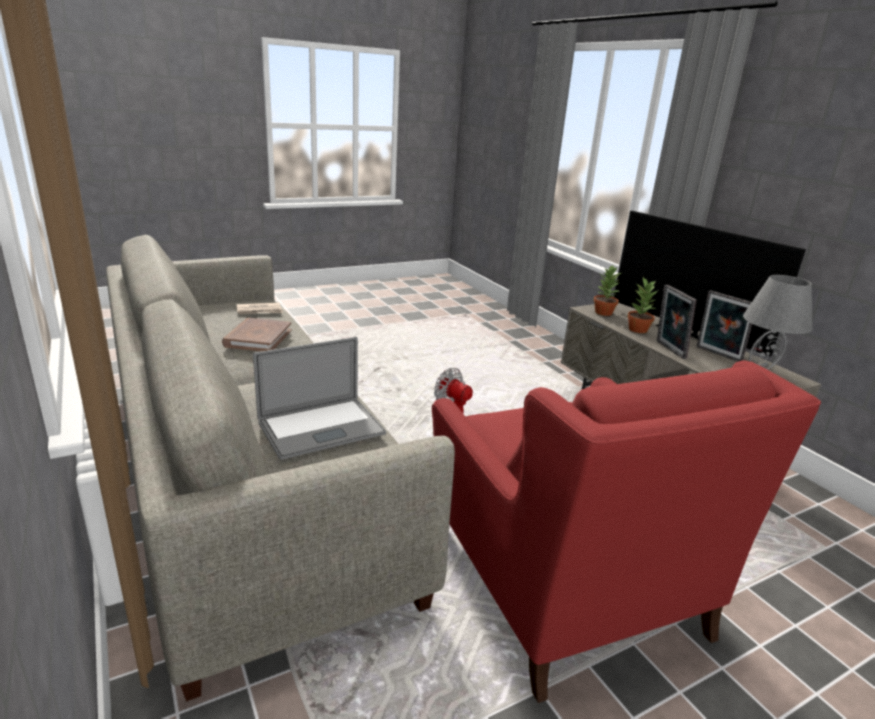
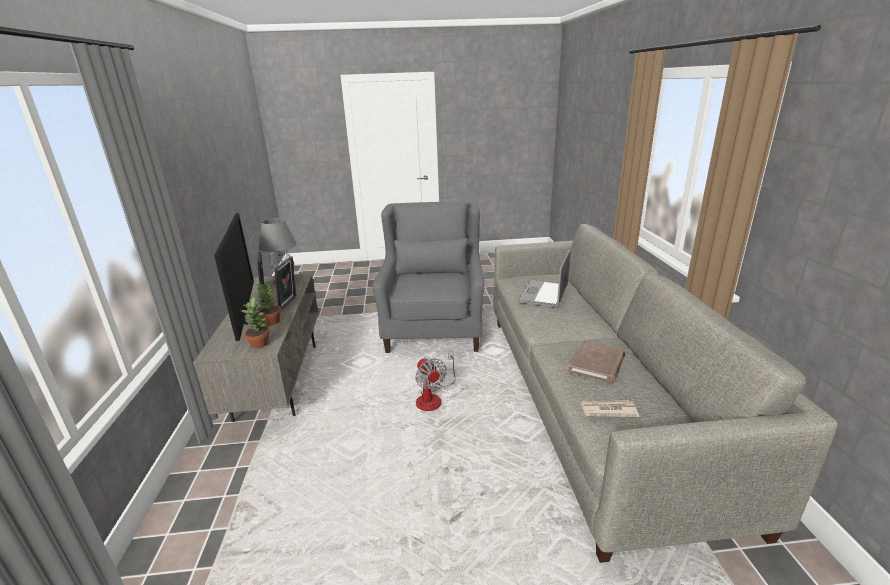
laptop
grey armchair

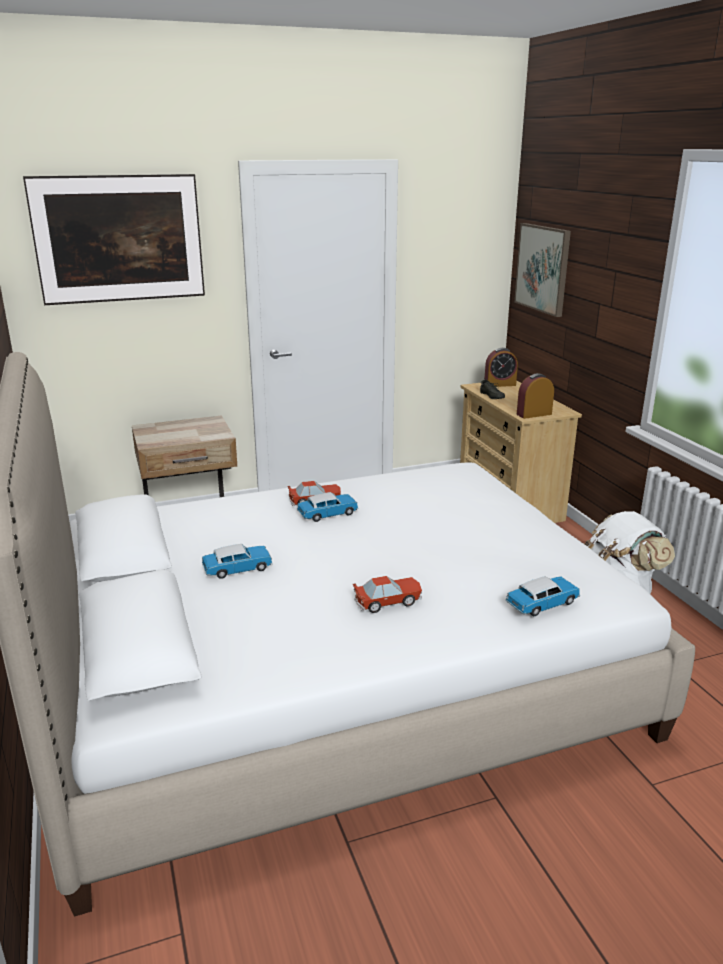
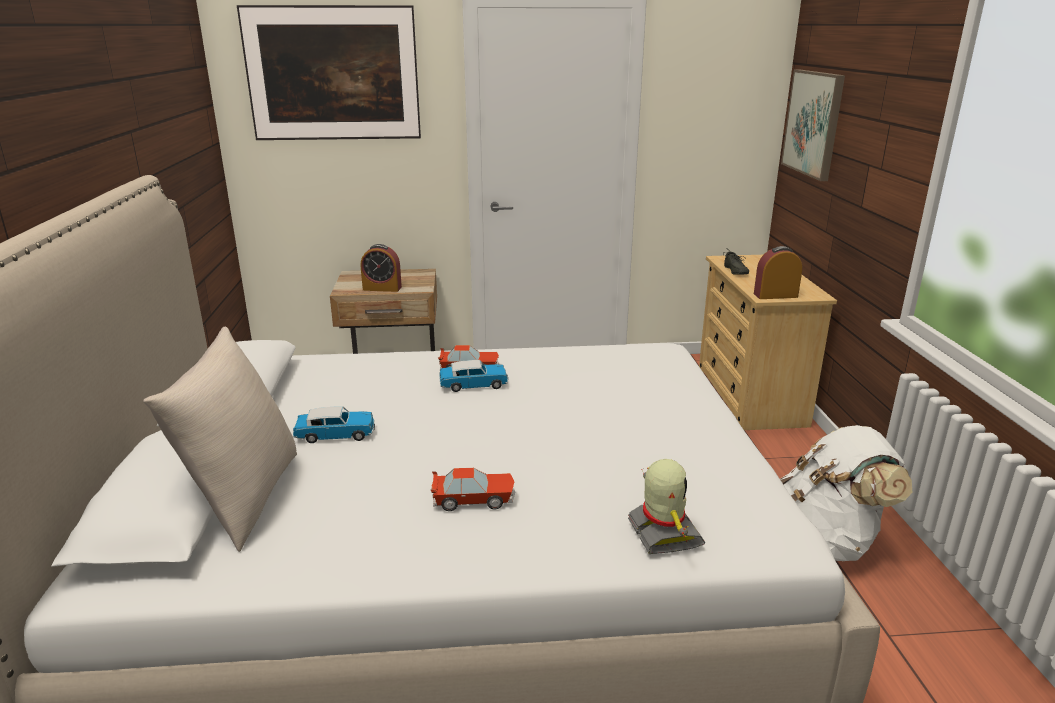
alarm clock (1st from left)
toy robot
beige pillow

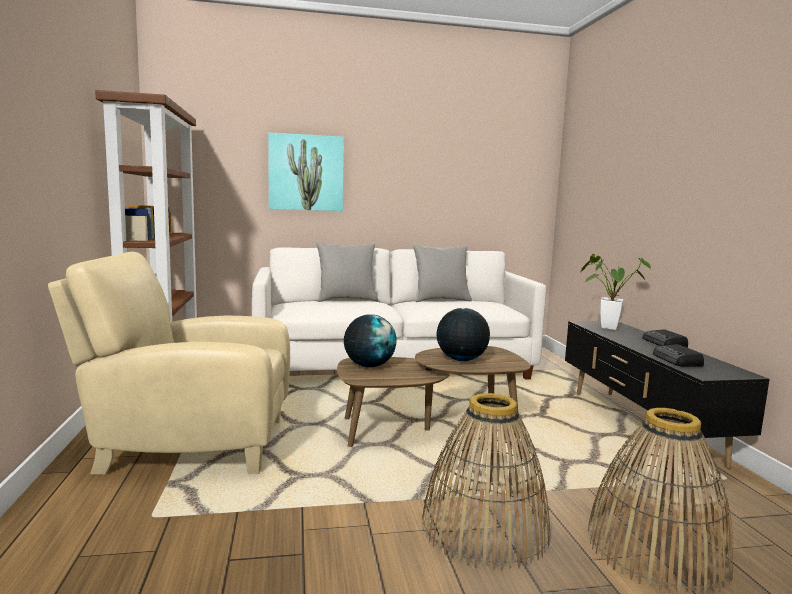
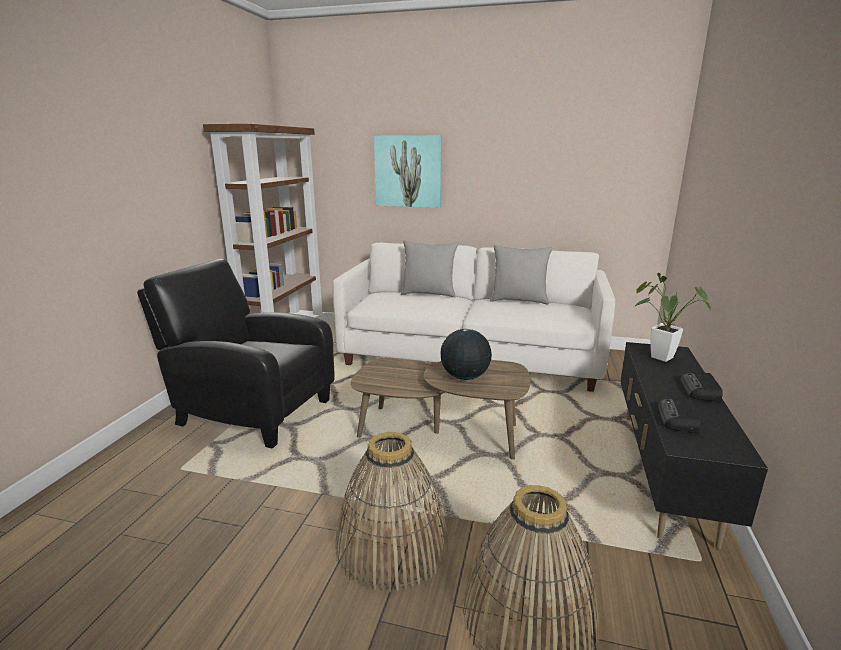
black armchair
globe (1st from left in the first image)

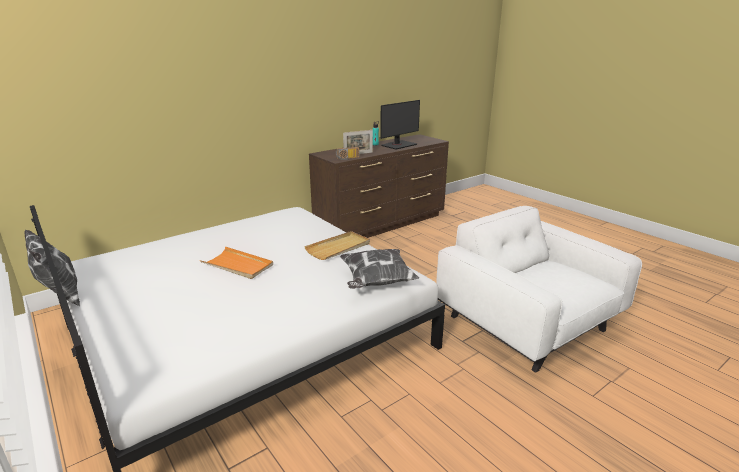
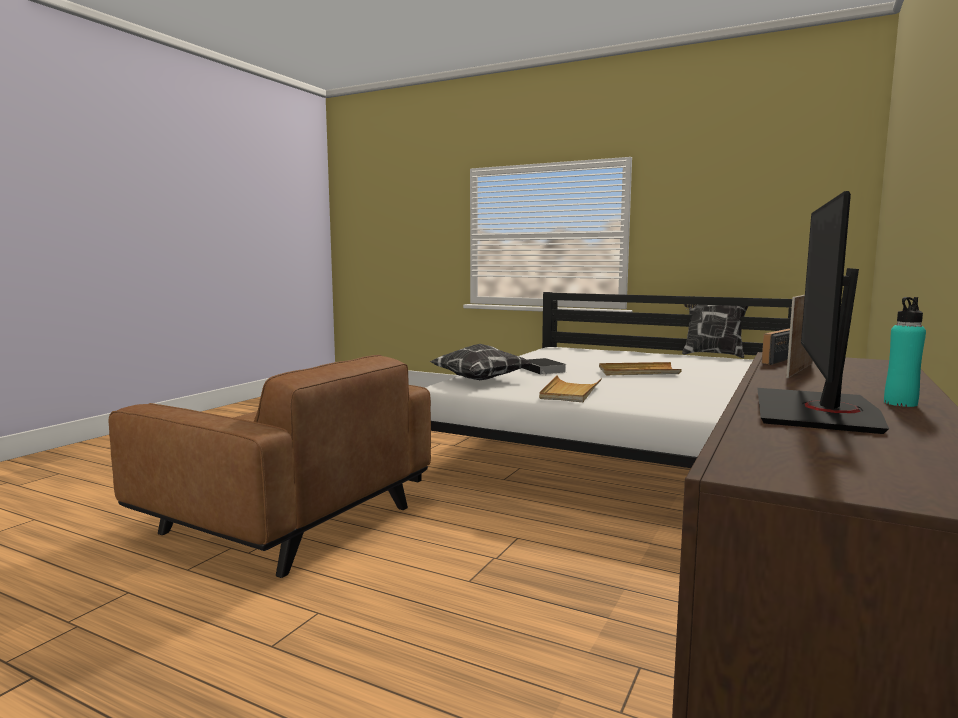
brown armchair
beige tray (2nd from left)
book

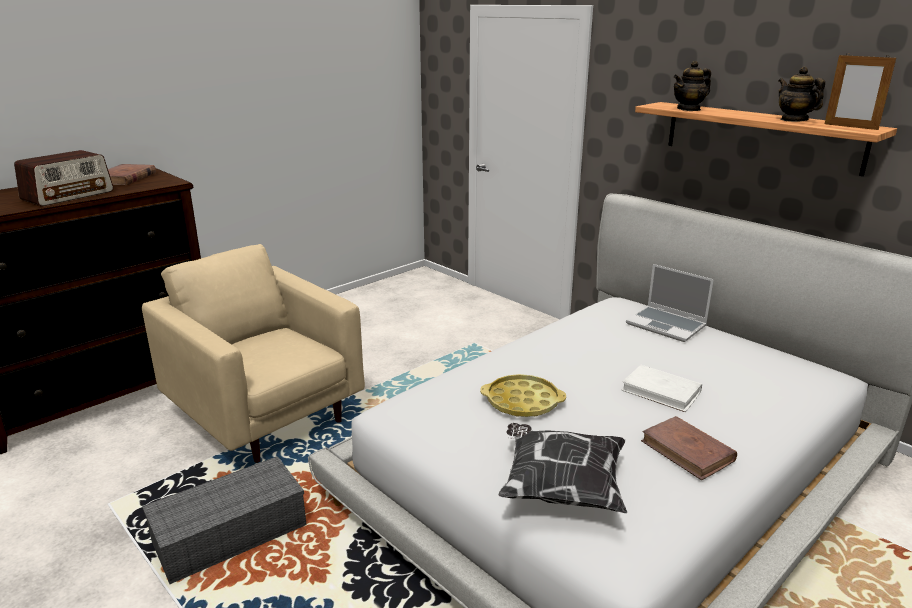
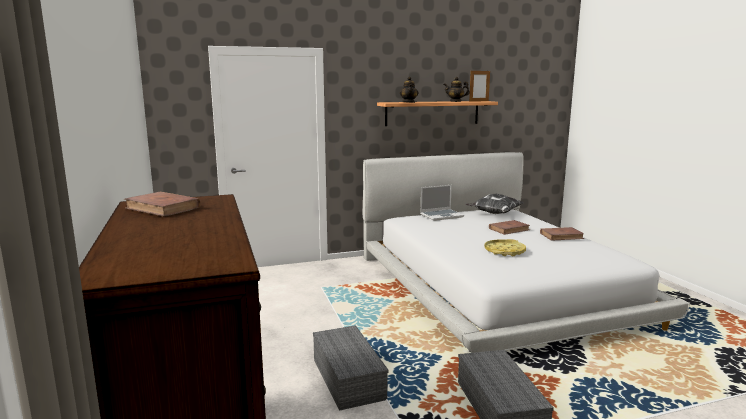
radio
grey storage box (1st from left)
brown book (2nd from left)
pillow

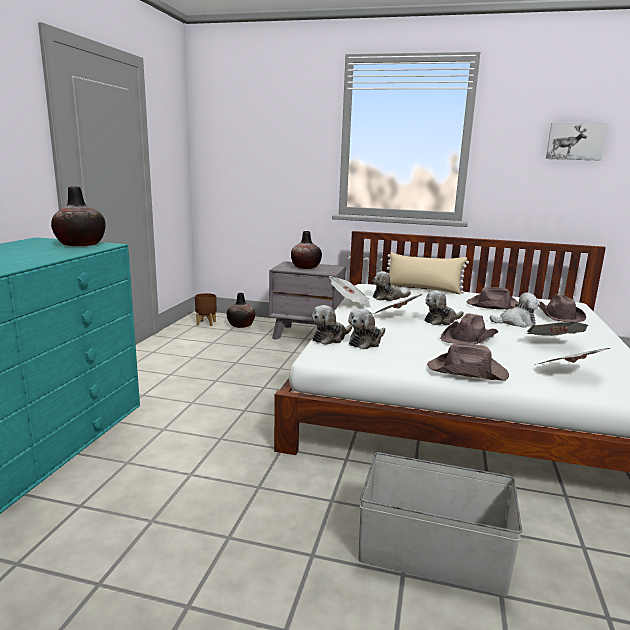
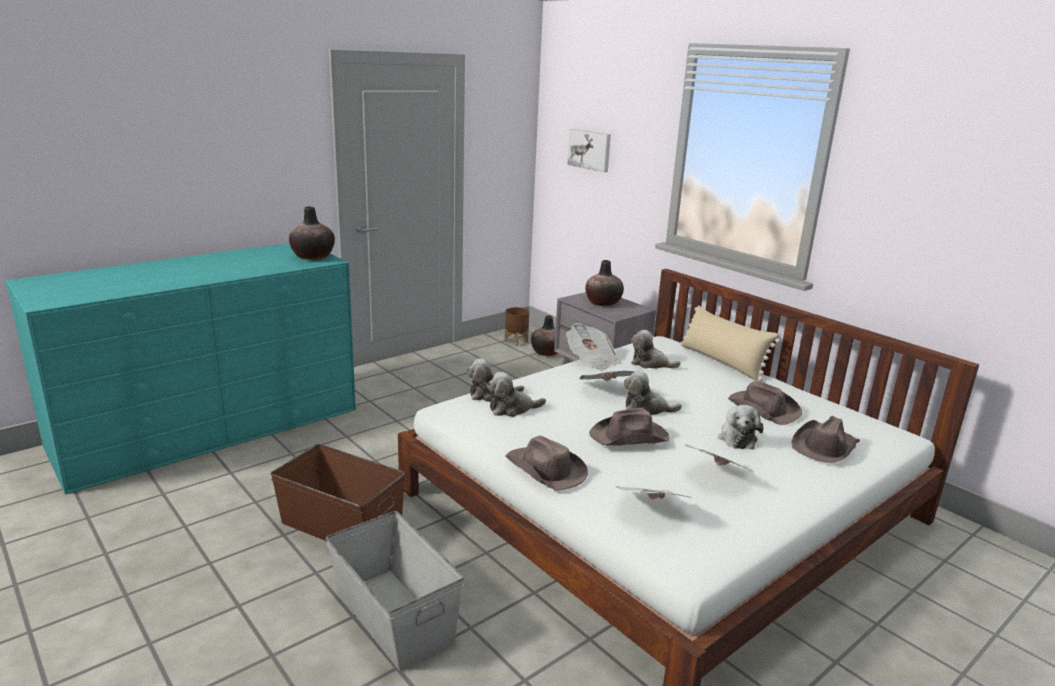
picture
plush toy (5th from left)
brown storage box

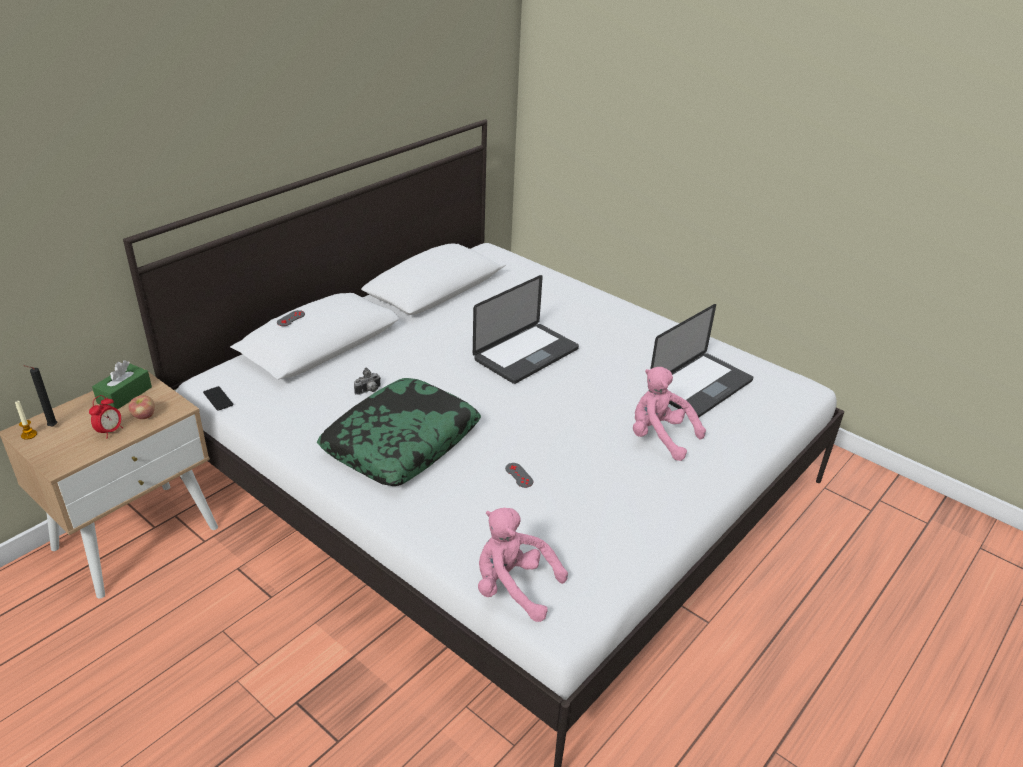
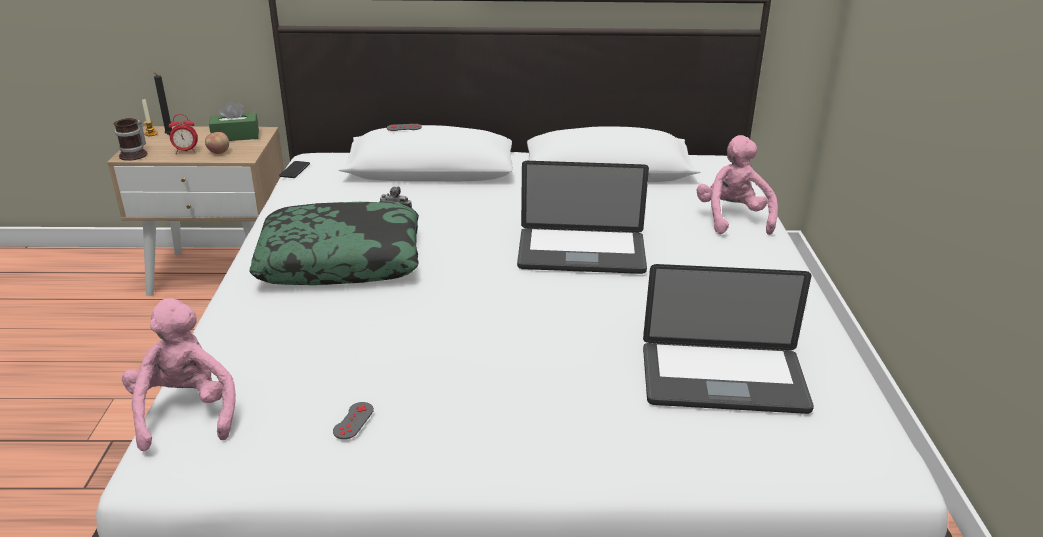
pink plush toy (2nd from left)
grey game controller (1st from left)
mug

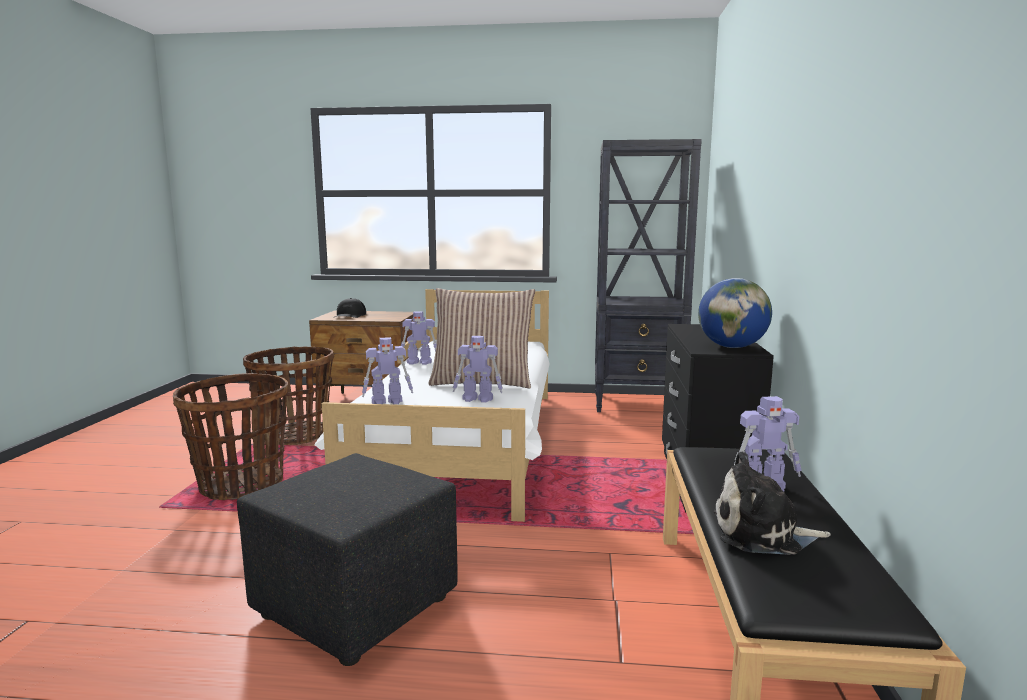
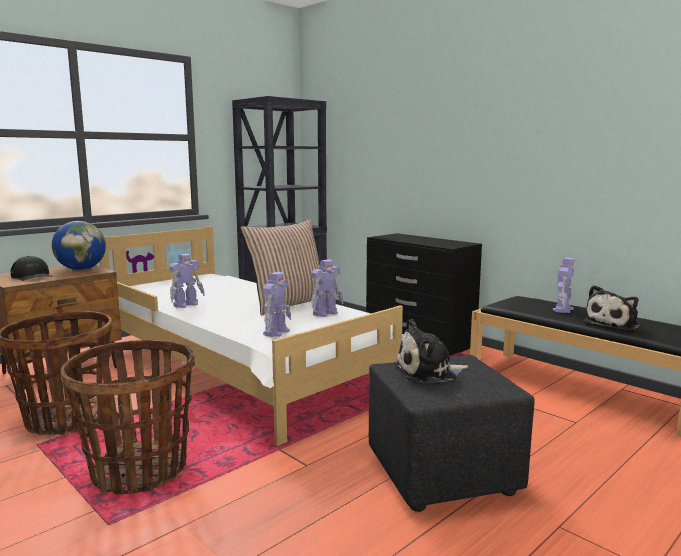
globe
plush toy (1st from left)

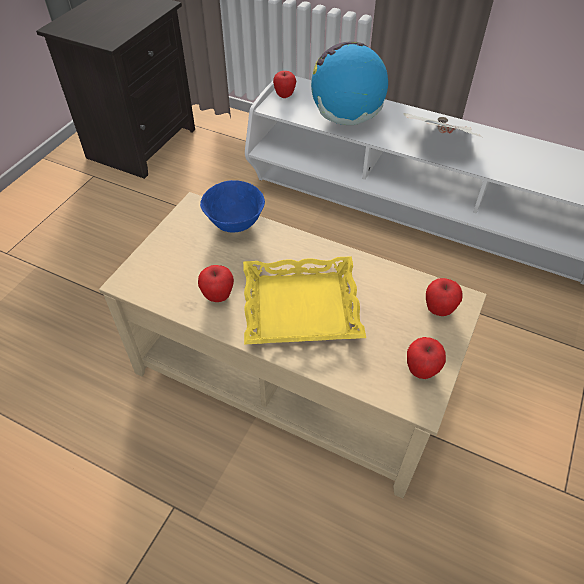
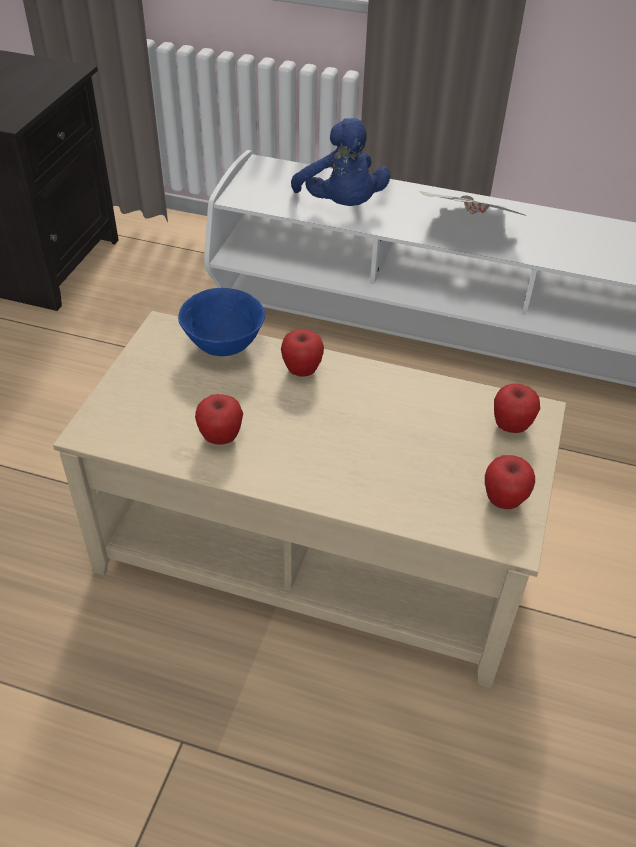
blue plush toy
apple (2nd from left)
yellow tray

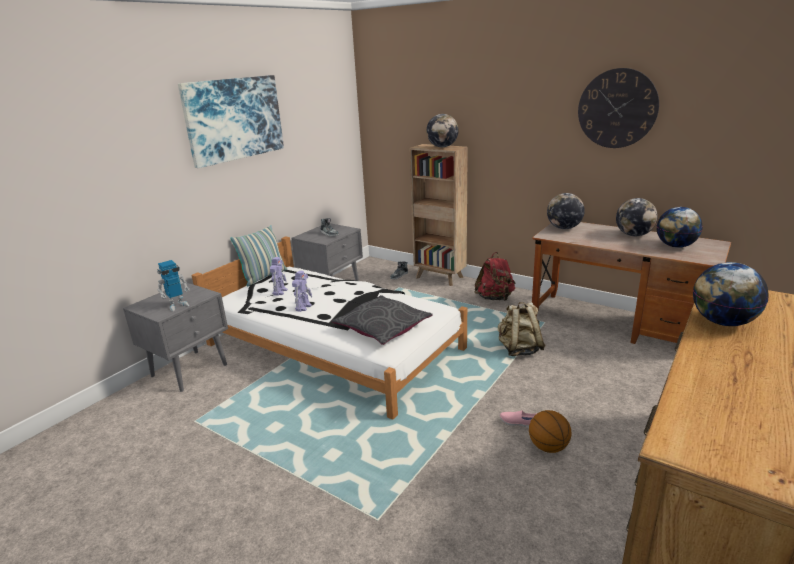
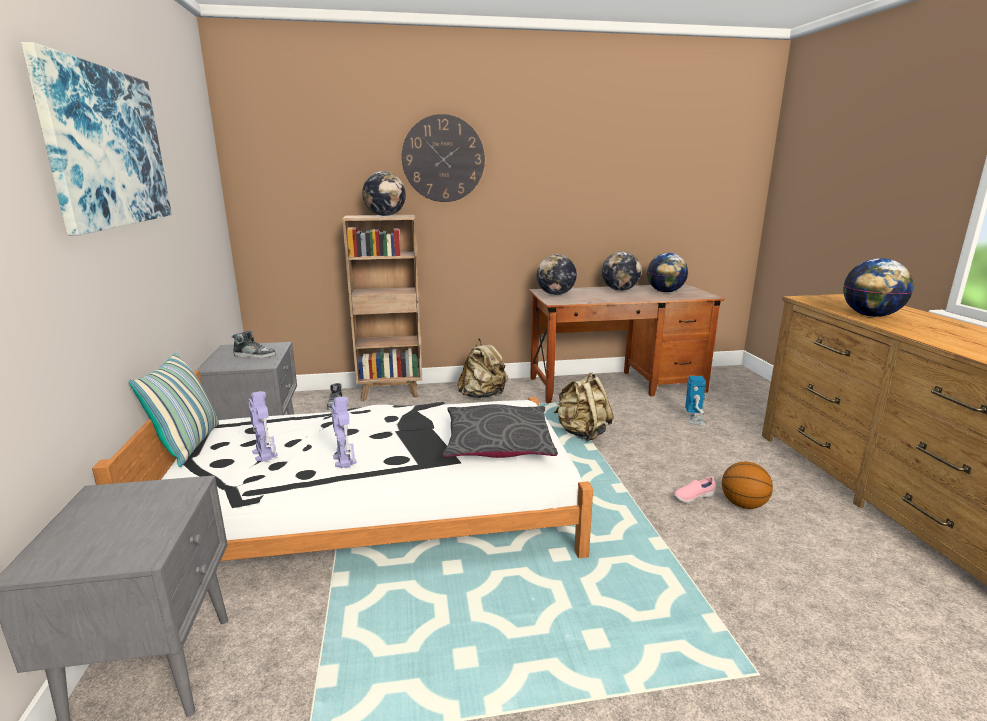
wall clock
beige backpack (1st from left)
toy robot (3rd from left)

